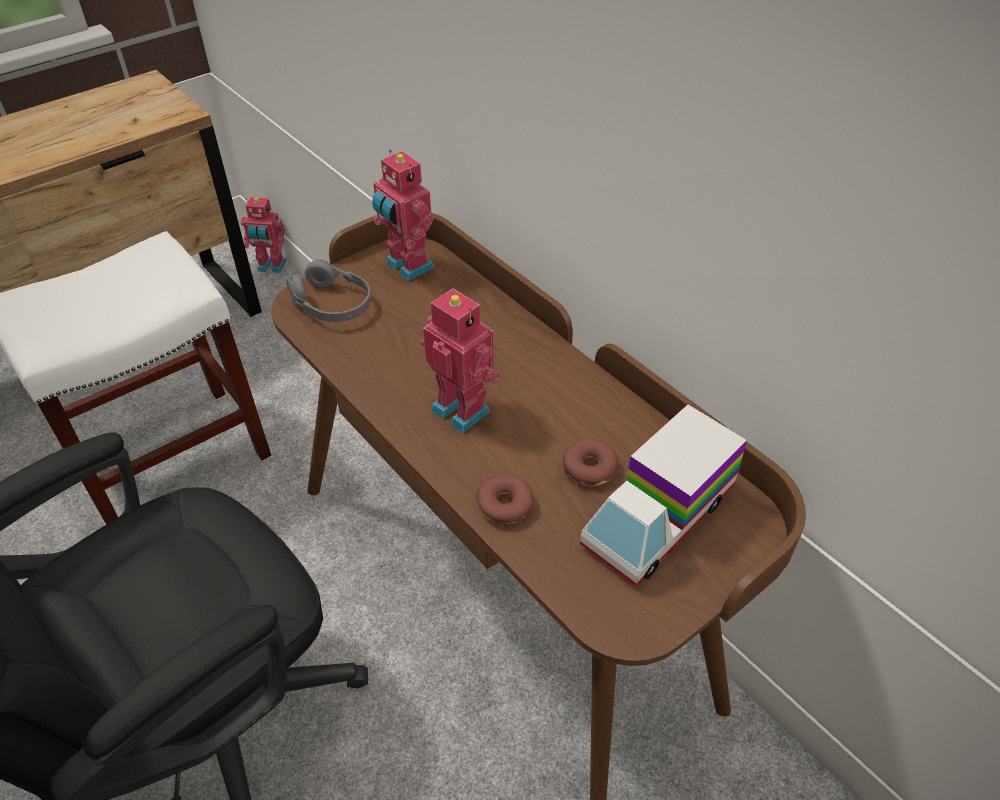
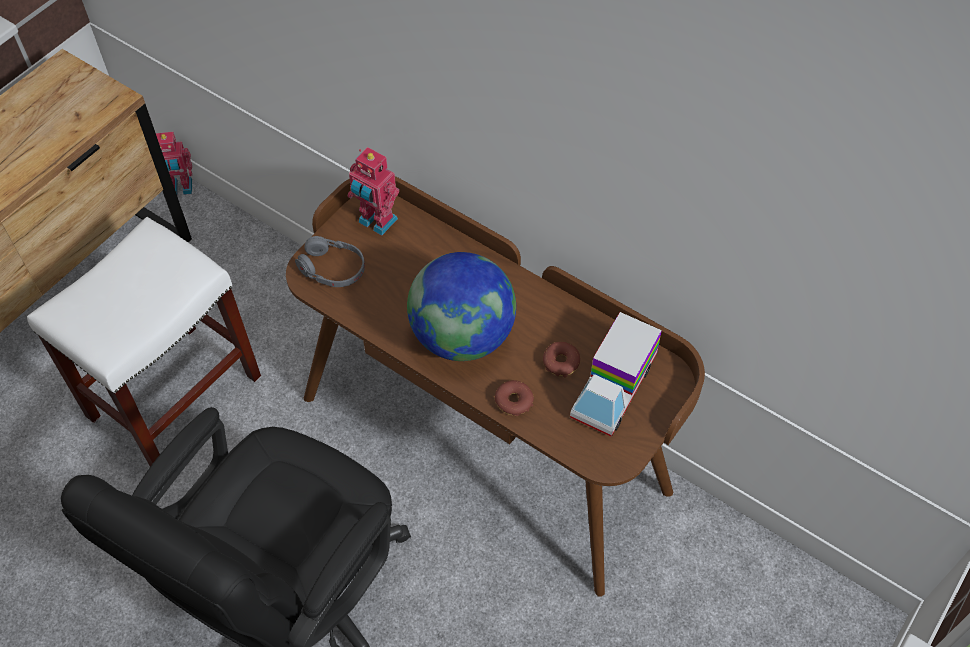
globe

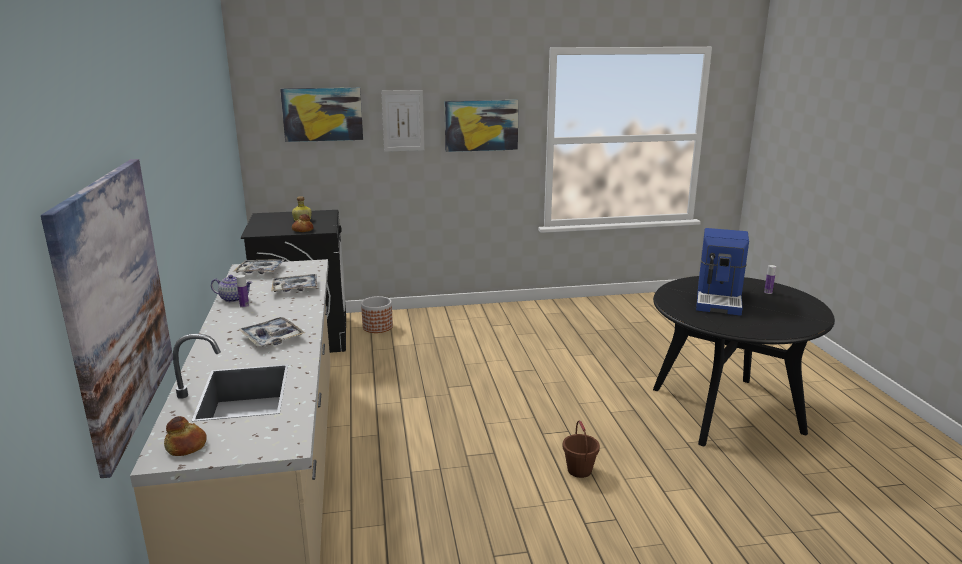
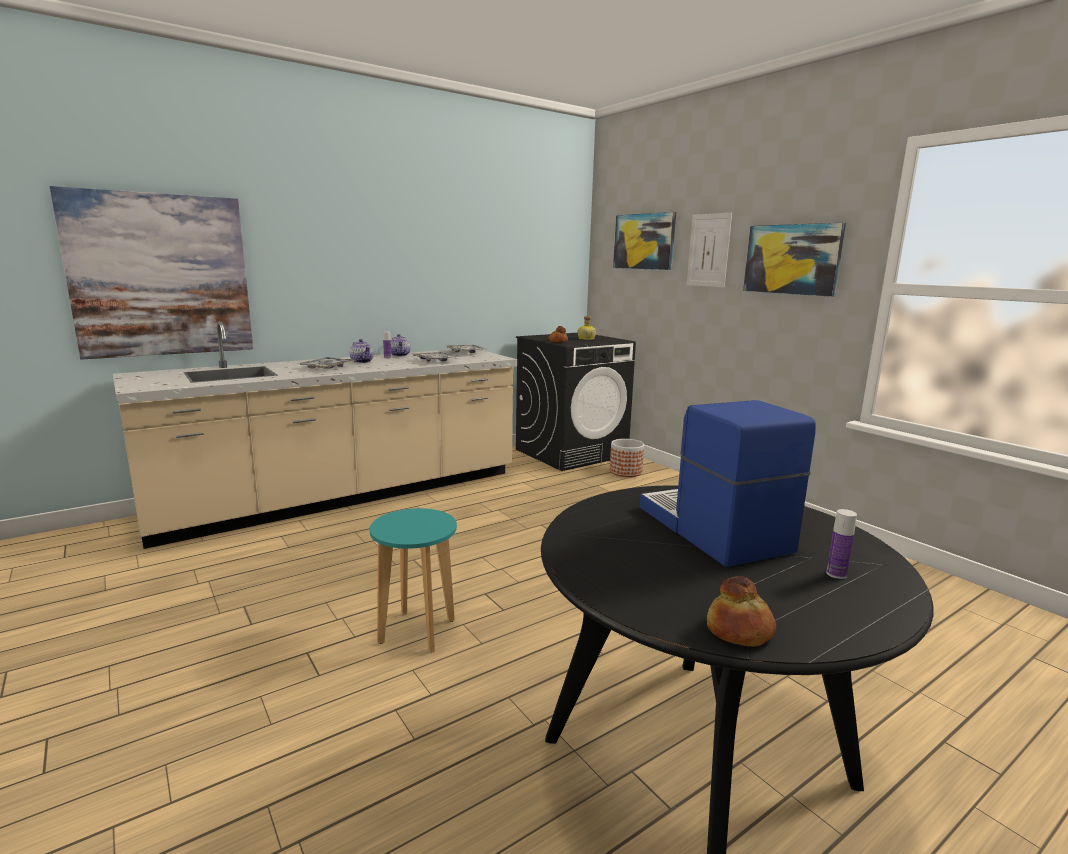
coffee machine
bread (2nd from left)
turquoise stool
teapot (1st from left)

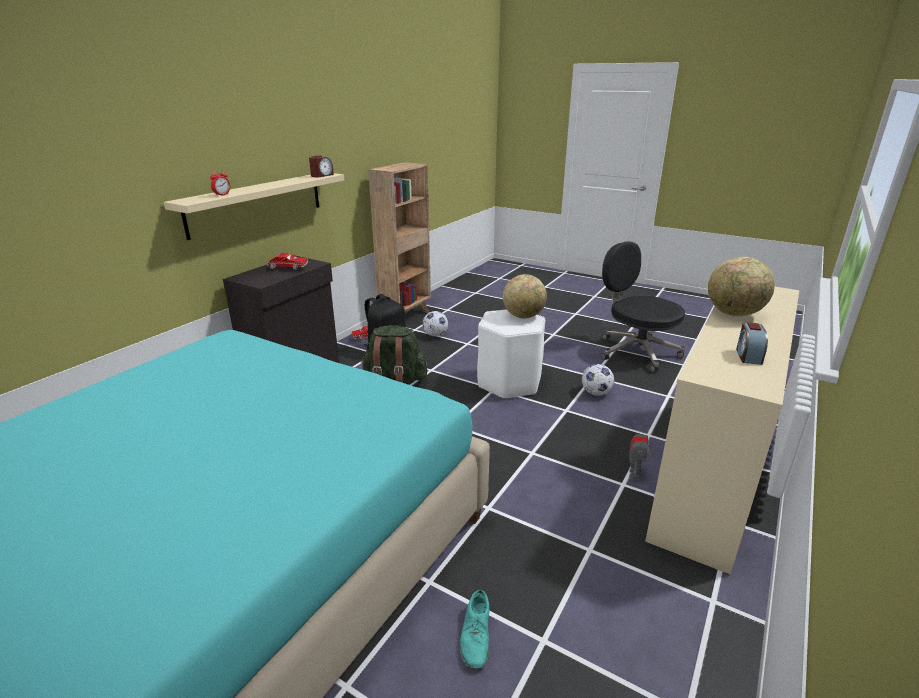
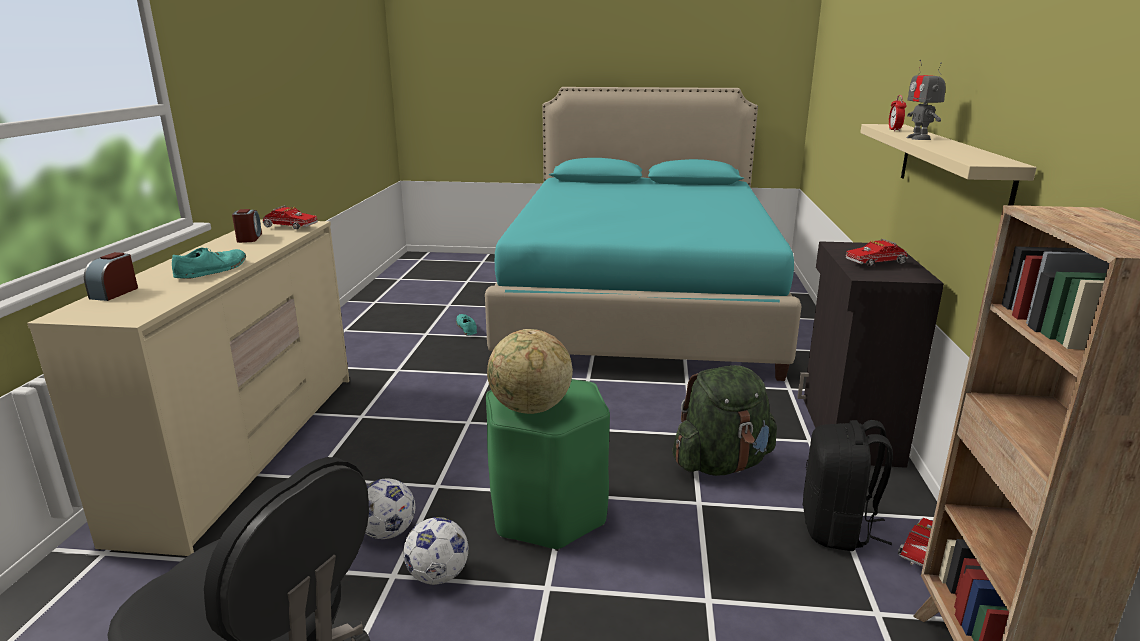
alarm clock (1st from left)
turquoise shoe (1st from left)
green stool
football (2nd from left)
toy robot
toy truck (1st from left)

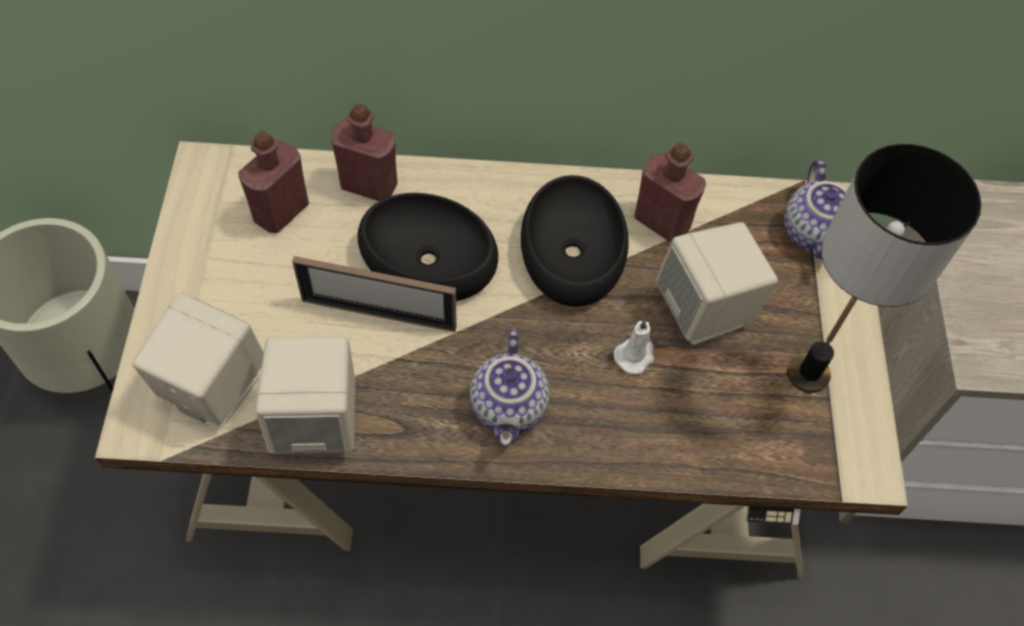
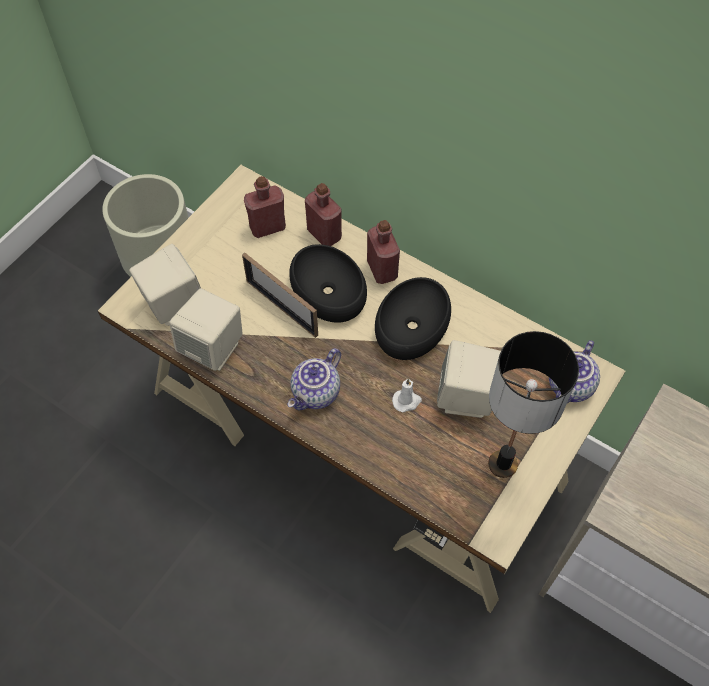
red bottle (3rd from left)

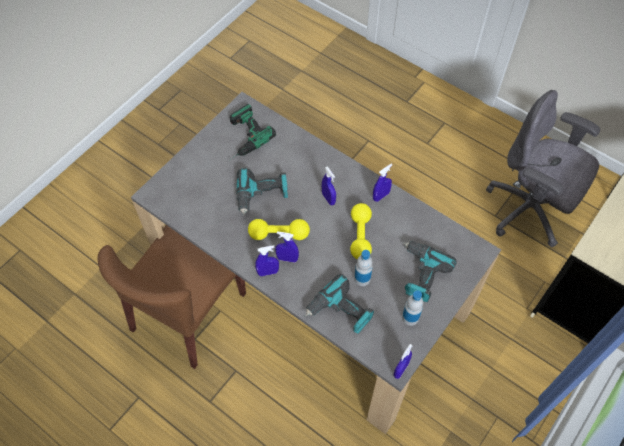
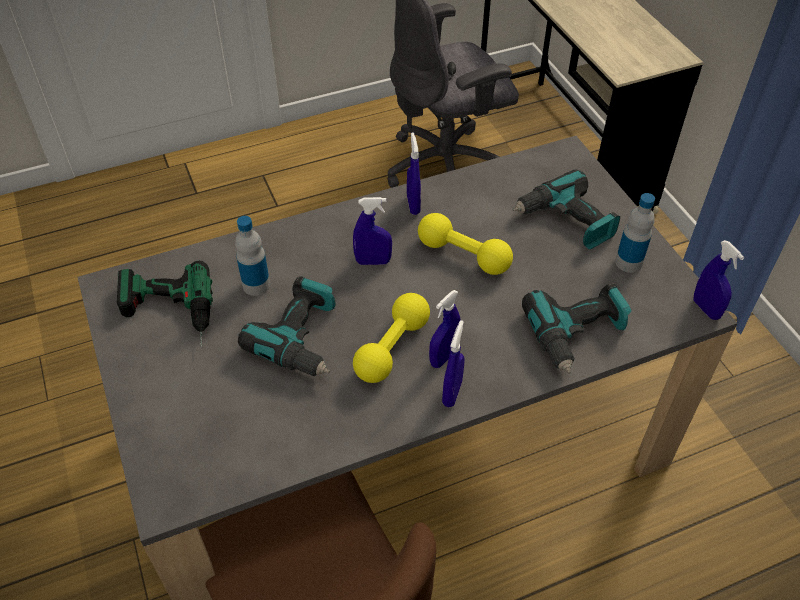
bottle (1st from left)

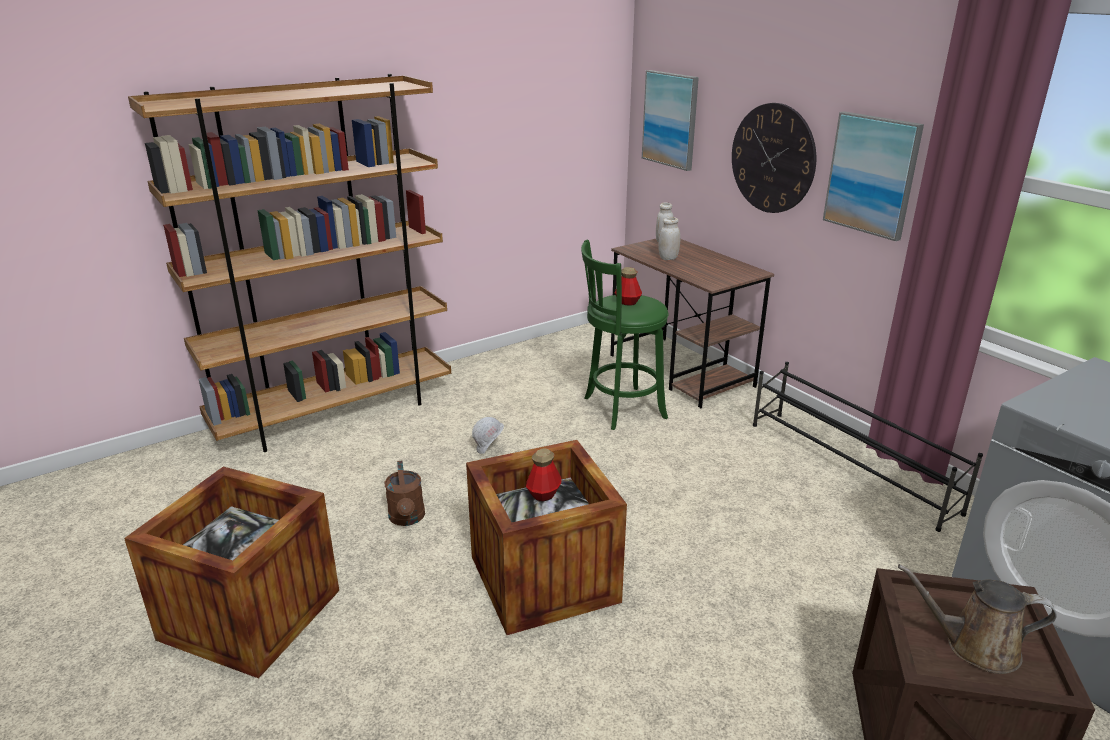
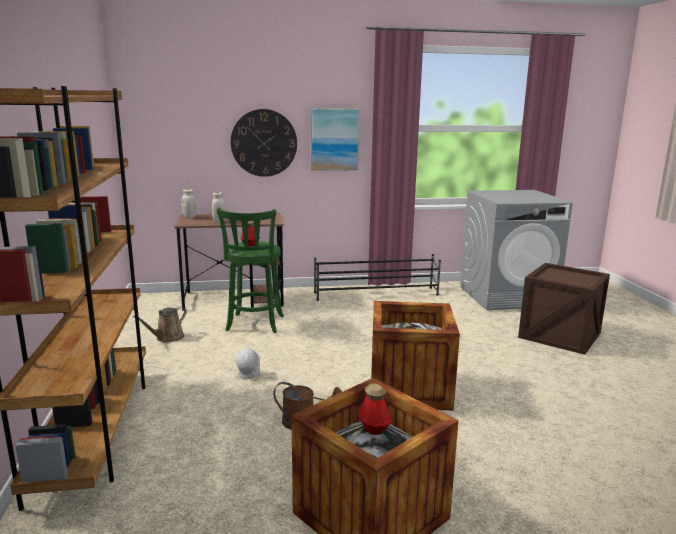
picture (1st from left in the first image)
bottle (2nd from left)
brown watering can (1st from left)

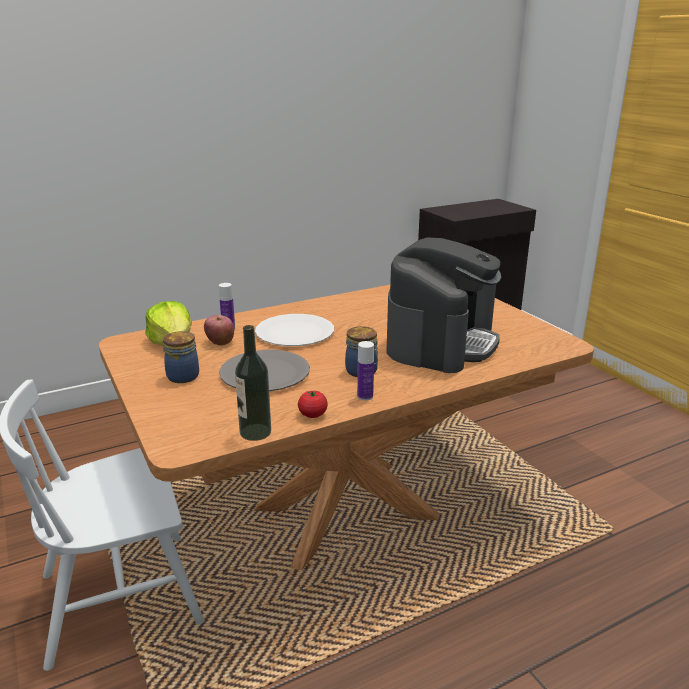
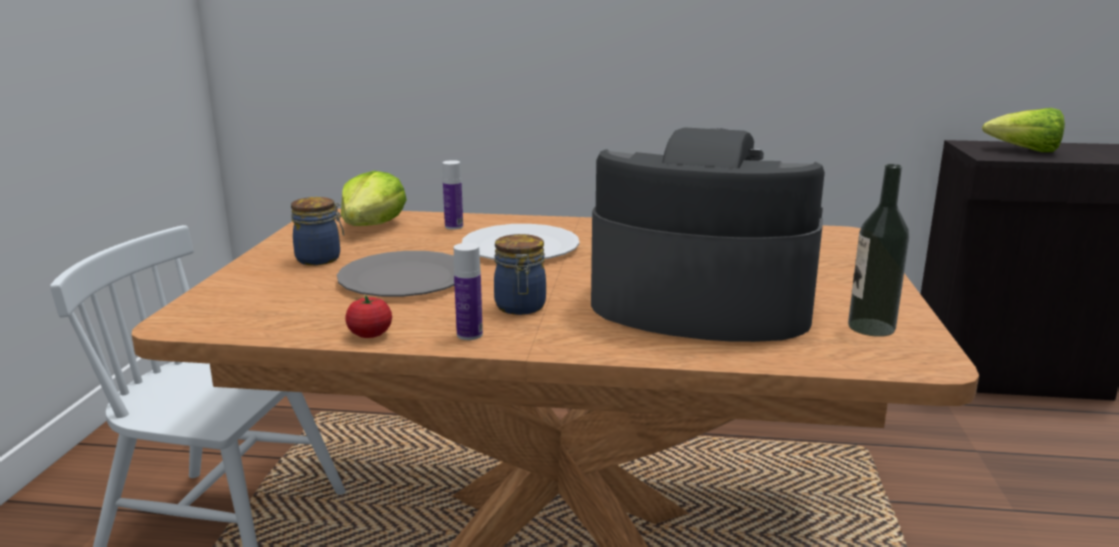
coffee machine
apple
bottle (3rd from left)
lettuce (2nd from left)

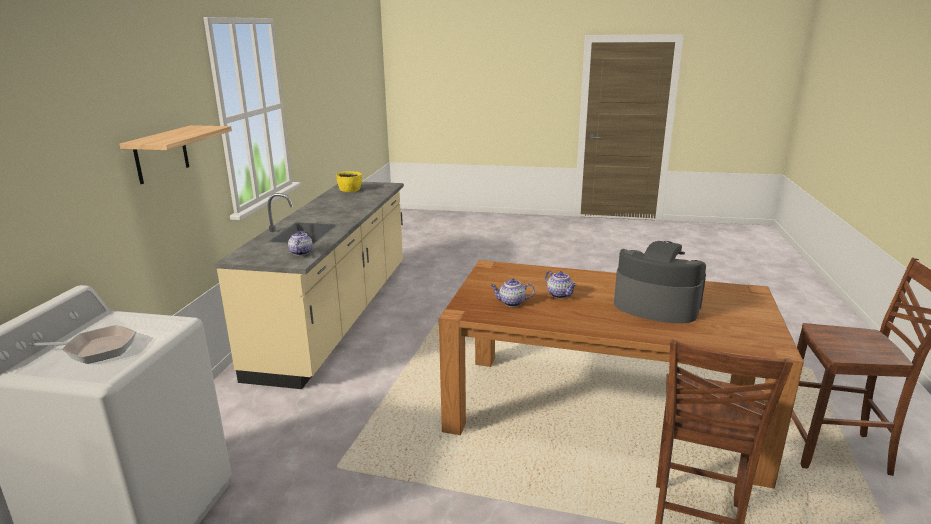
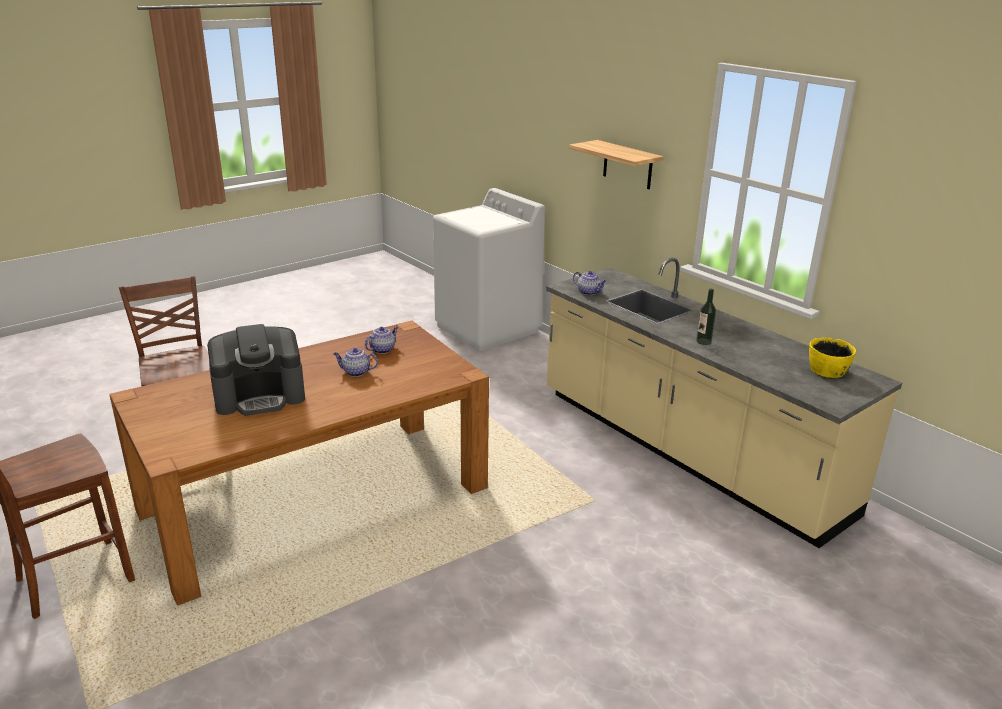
frying pan
bottle

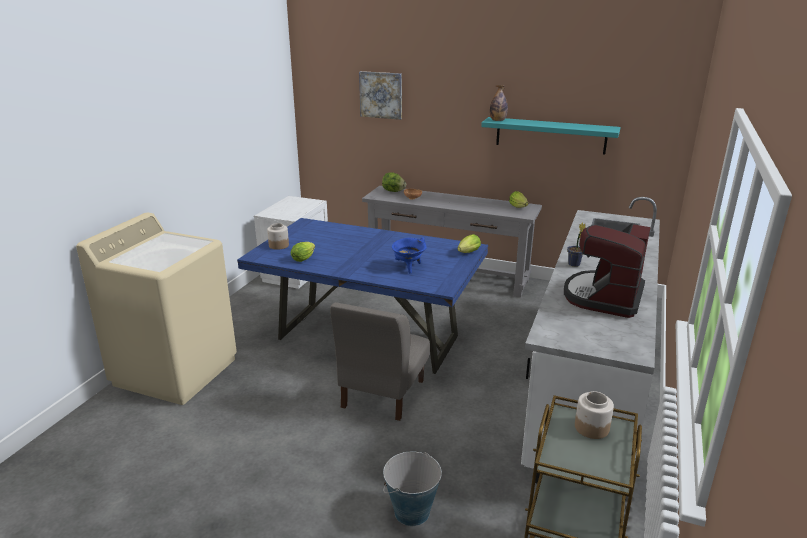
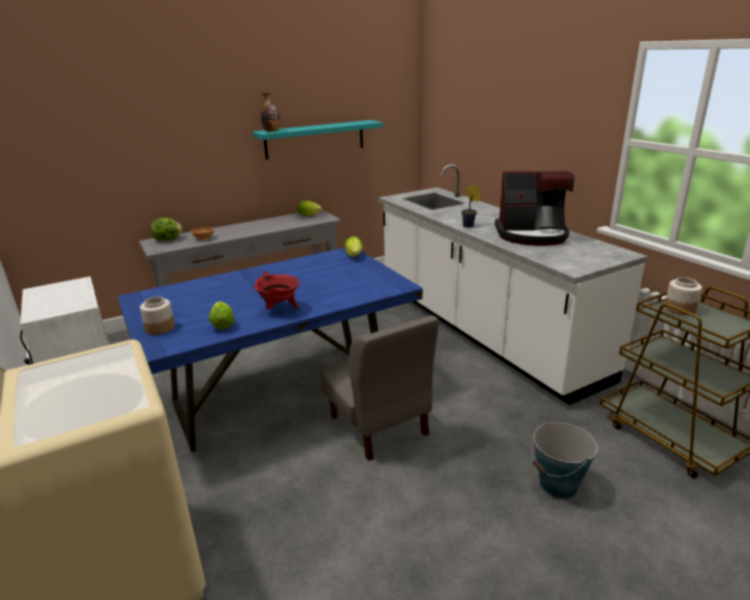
picture
coffee machine
blue cooking pot
red cooking pot

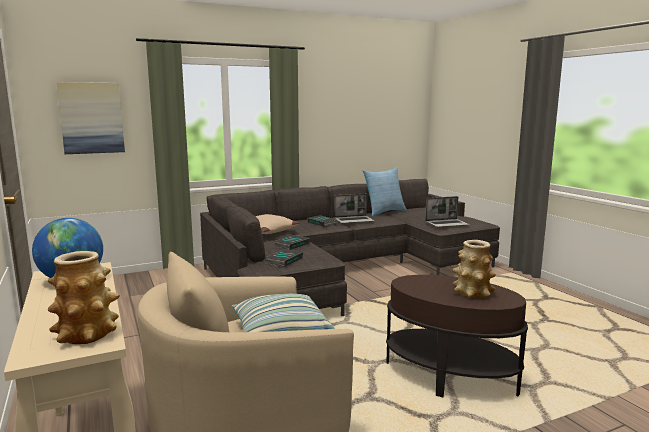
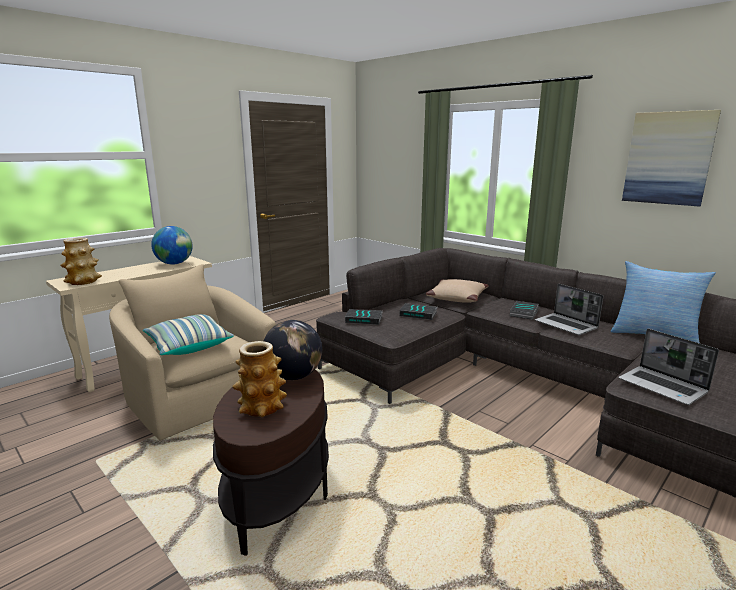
picture
globe (2nd from left)

